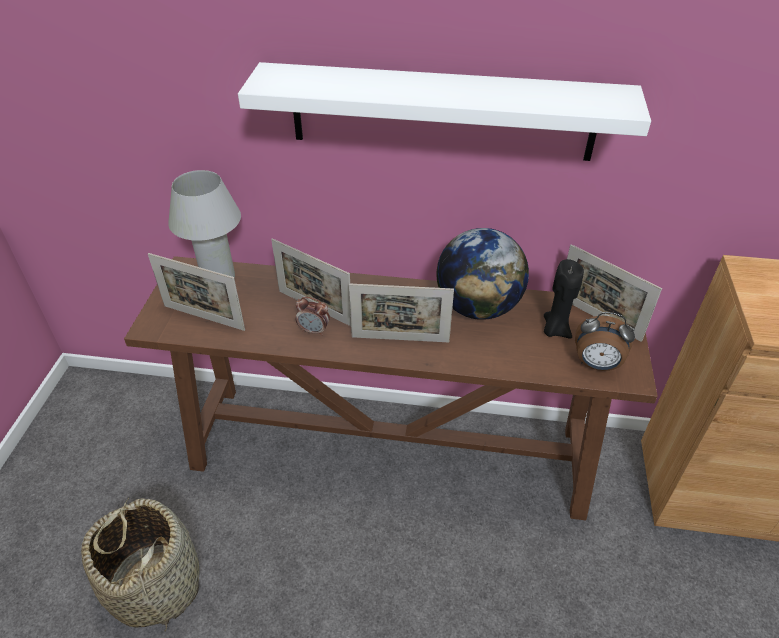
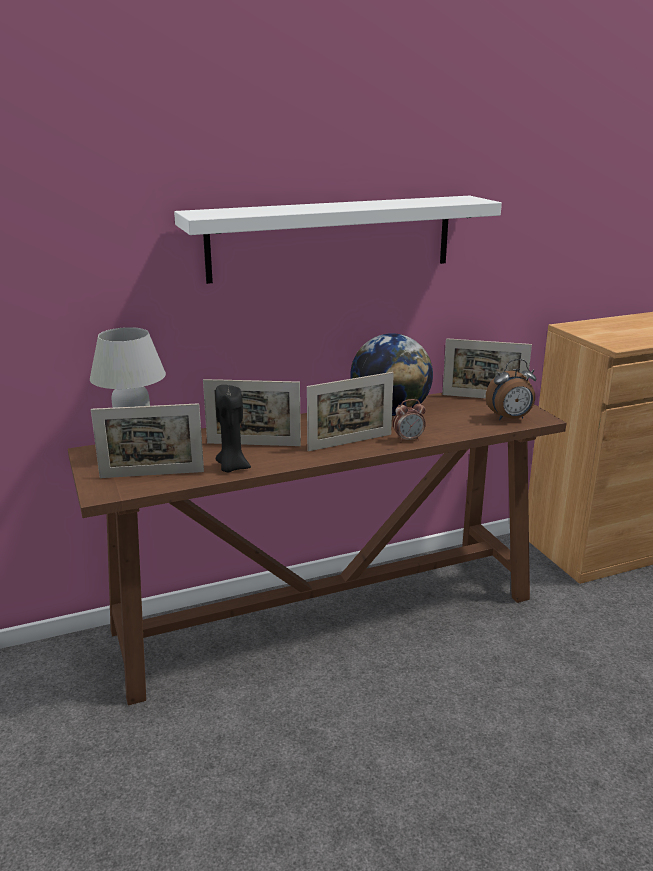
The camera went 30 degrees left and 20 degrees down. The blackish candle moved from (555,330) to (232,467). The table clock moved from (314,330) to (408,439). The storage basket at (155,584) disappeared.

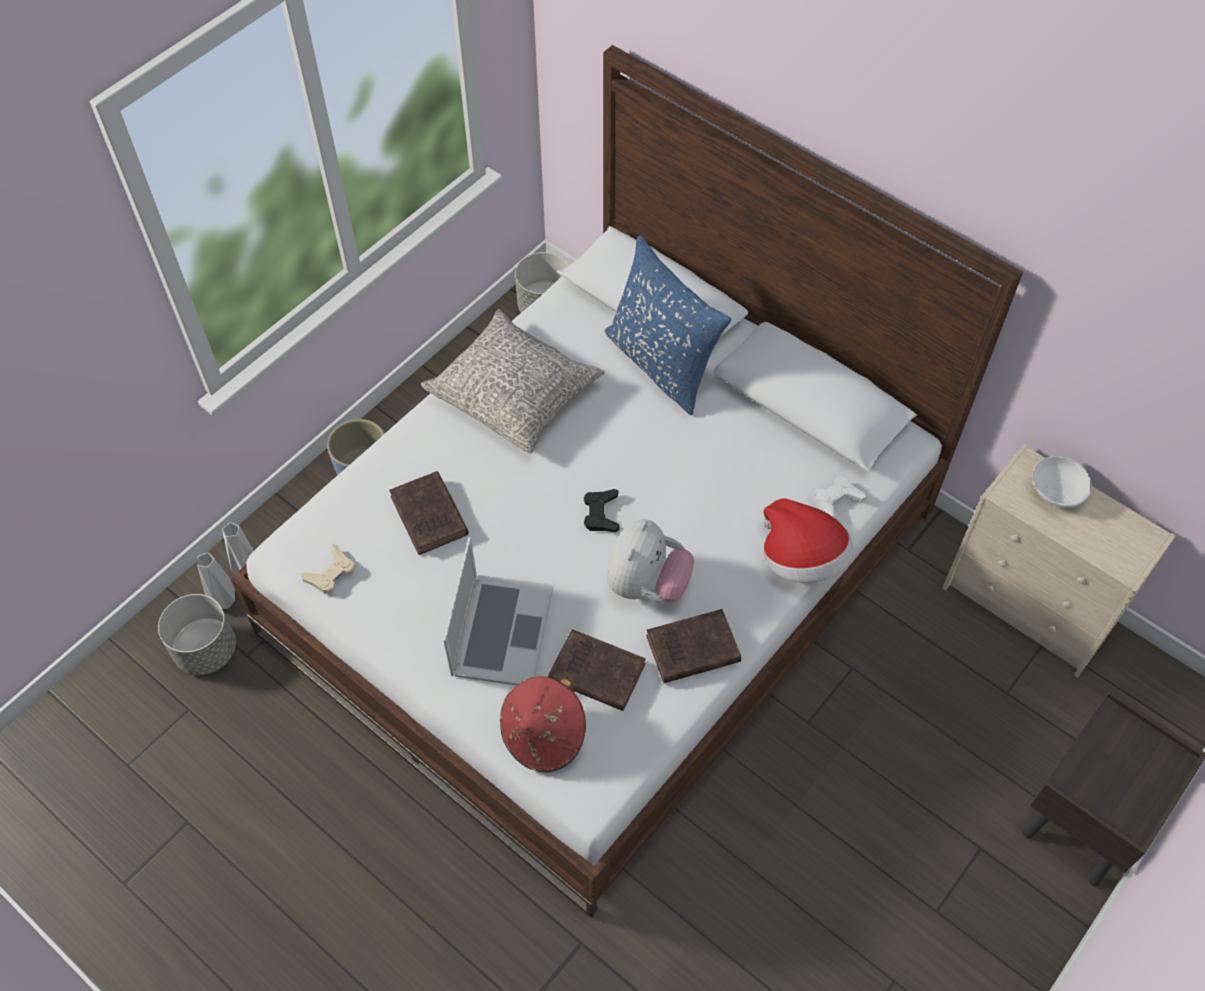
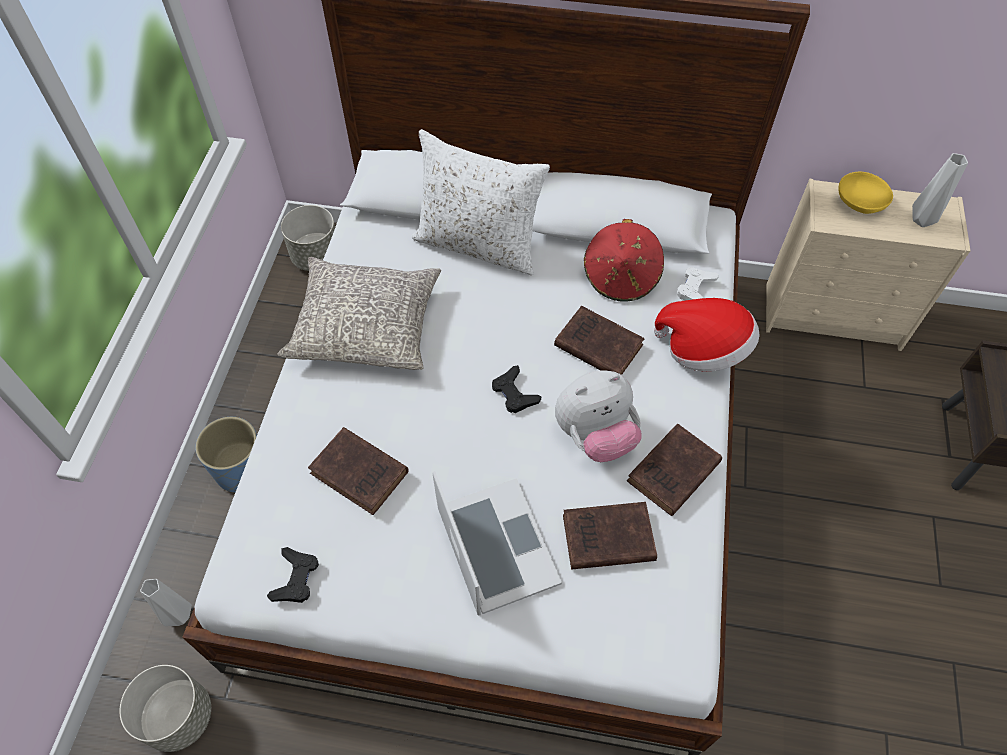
The camera went 30 degrees left and 0 degrees up. The blue cushion at (662,364) became the white cushion at (478,244). The white serving bowl at (1057,491) became the yellowish serving bowl at (859,203). The cuddly toy at (646,584) turned 75 degrees clockwise. The beige-coloured game controller at (331,573) became the blackish game controller at (295,578). The gray decorative vase moved from (223,600) to (921,221). The red-coloured clothing hat moved from (544,735) to (621,277). The brown book at (596,345) appeared.

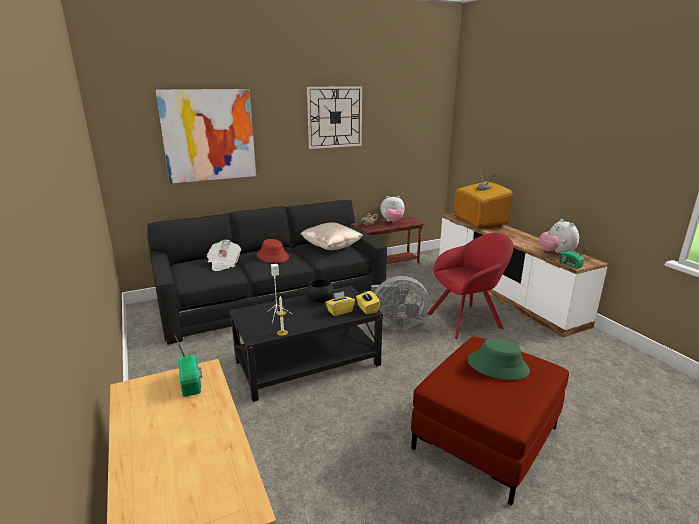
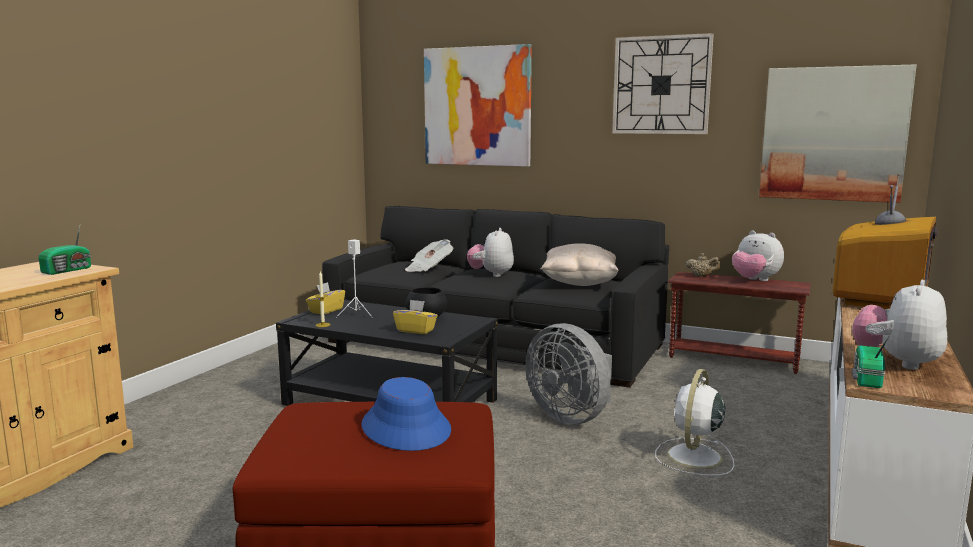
The camera went 50 degrees right and 10 degrees down. The red-coloured easy chair at (467,320) was replaced by the white cooling fan at (693,457). The red-coloured clothing hat at (273,256) was replaced by the cuddly toy at (491,274). The yellowish box of tissues moved from (367,309) to (326,310). The green clothing hat at (497,365) became the blue clothing hat at (406,428). The wall picture at (833,134) appeared.

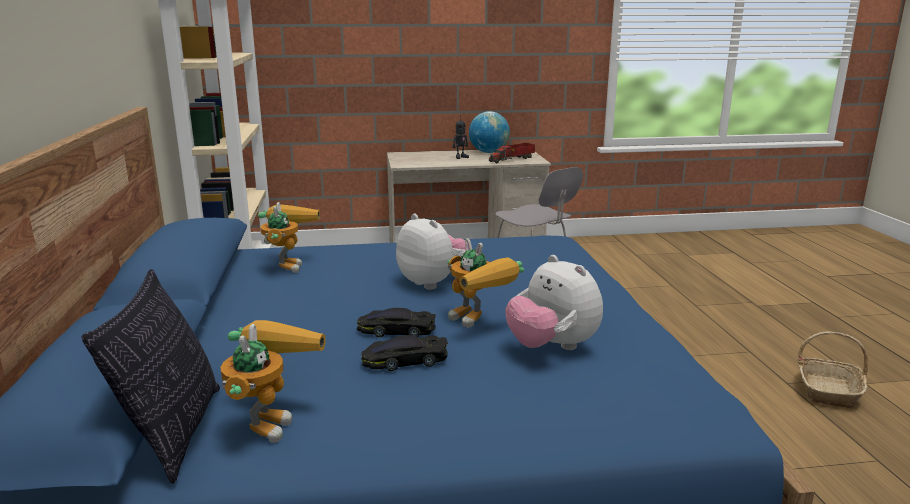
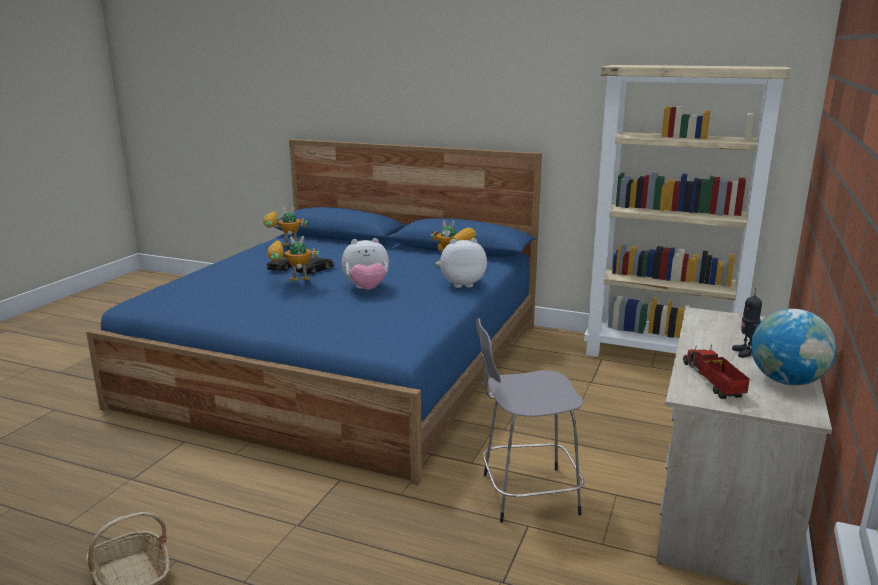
The camera went 120 degrees right and 0 degrees up. The cuddly toy moved from (552,347) to (462,284). The cushion at (174,433) disappeared. The robot figure at (270,418) turned 135 degrees clockwise.

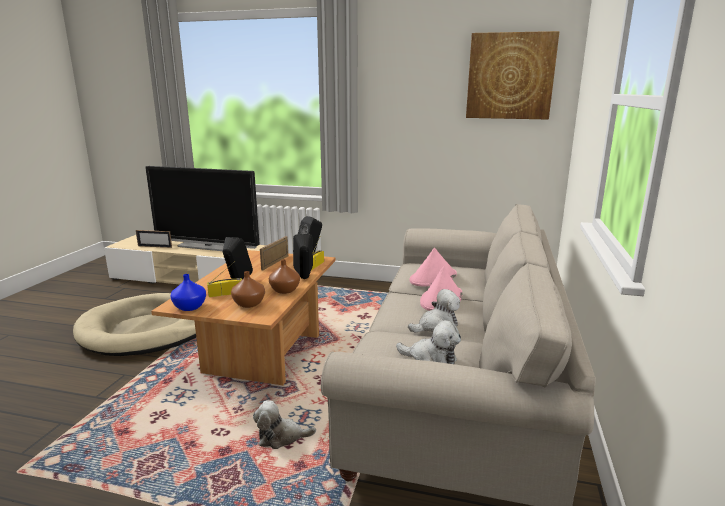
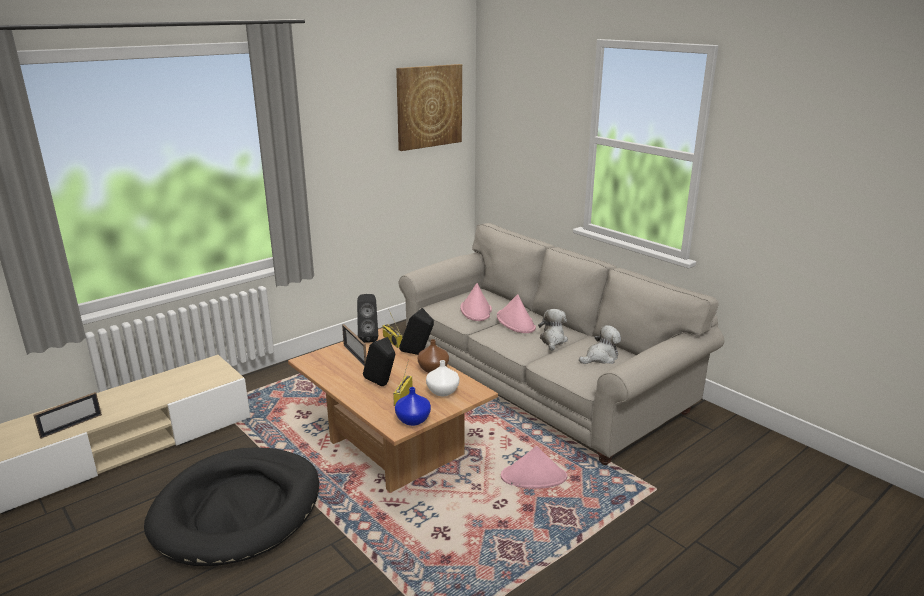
The camera went 55 degrees left and 5 degrees up. The television at (208,246) disappeared. The brown decorative vase at (249,303) became the white decorative vase at (442,391). The beige-coloured dog bed at (147,329) became the blackish dog bed at (238,509). The cuddly toy at (281,437) was replaced by the pink clothing hat at (534,477).

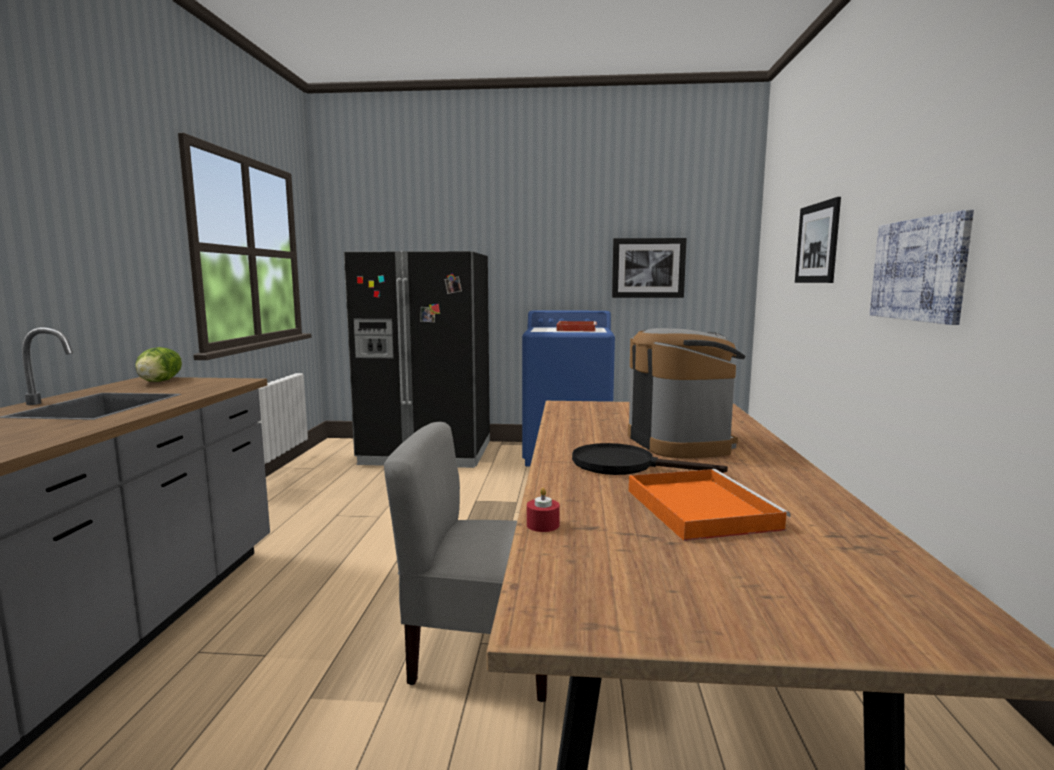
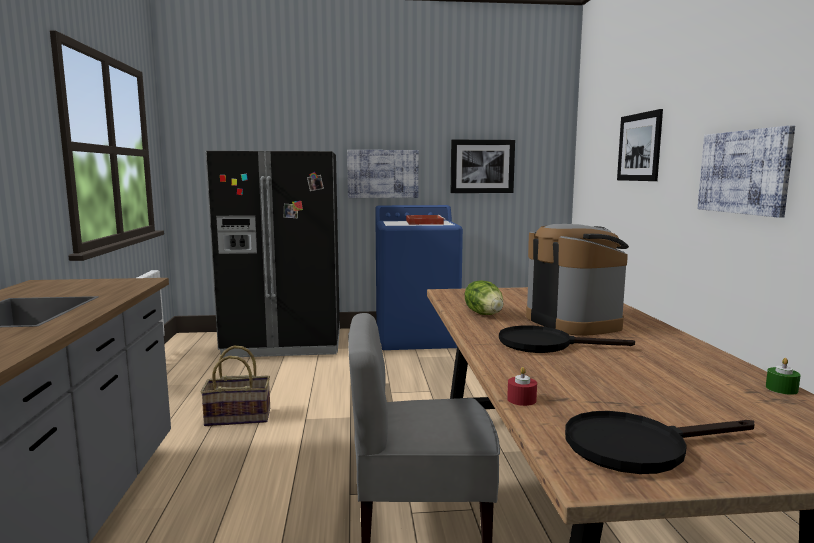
The camera went 10 degrees left and 0 degrees up. The lettuce moved from (160,381) to (484,314). The orangey tray at (698,508) disappeared. The wall picture at (383,174) appeared. The storage basket at (238,417) appeared. The green candle at (781,389) appeared. The blackish skillet at (638,446) appeared.

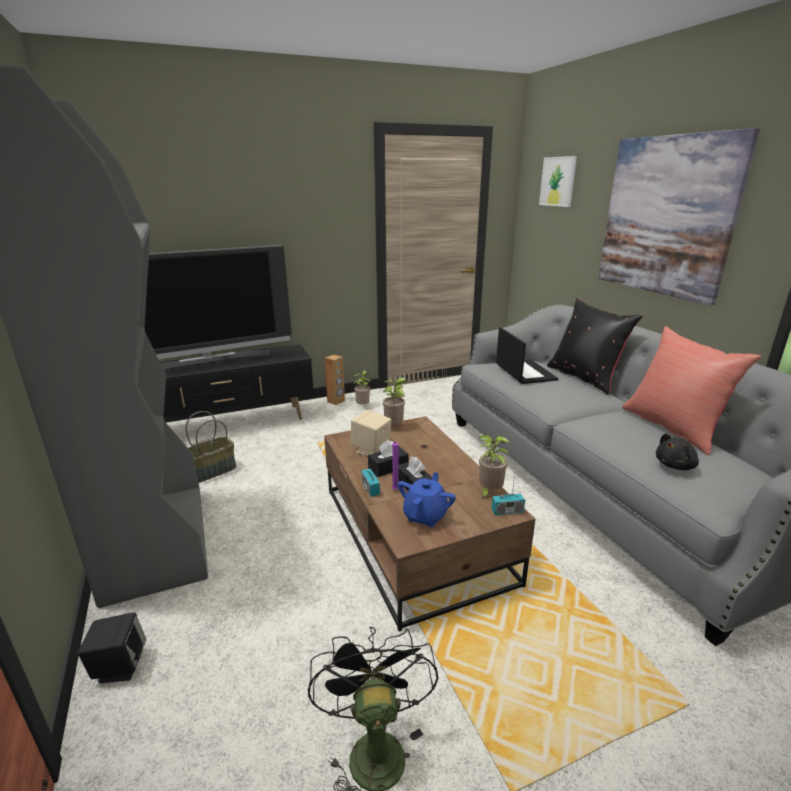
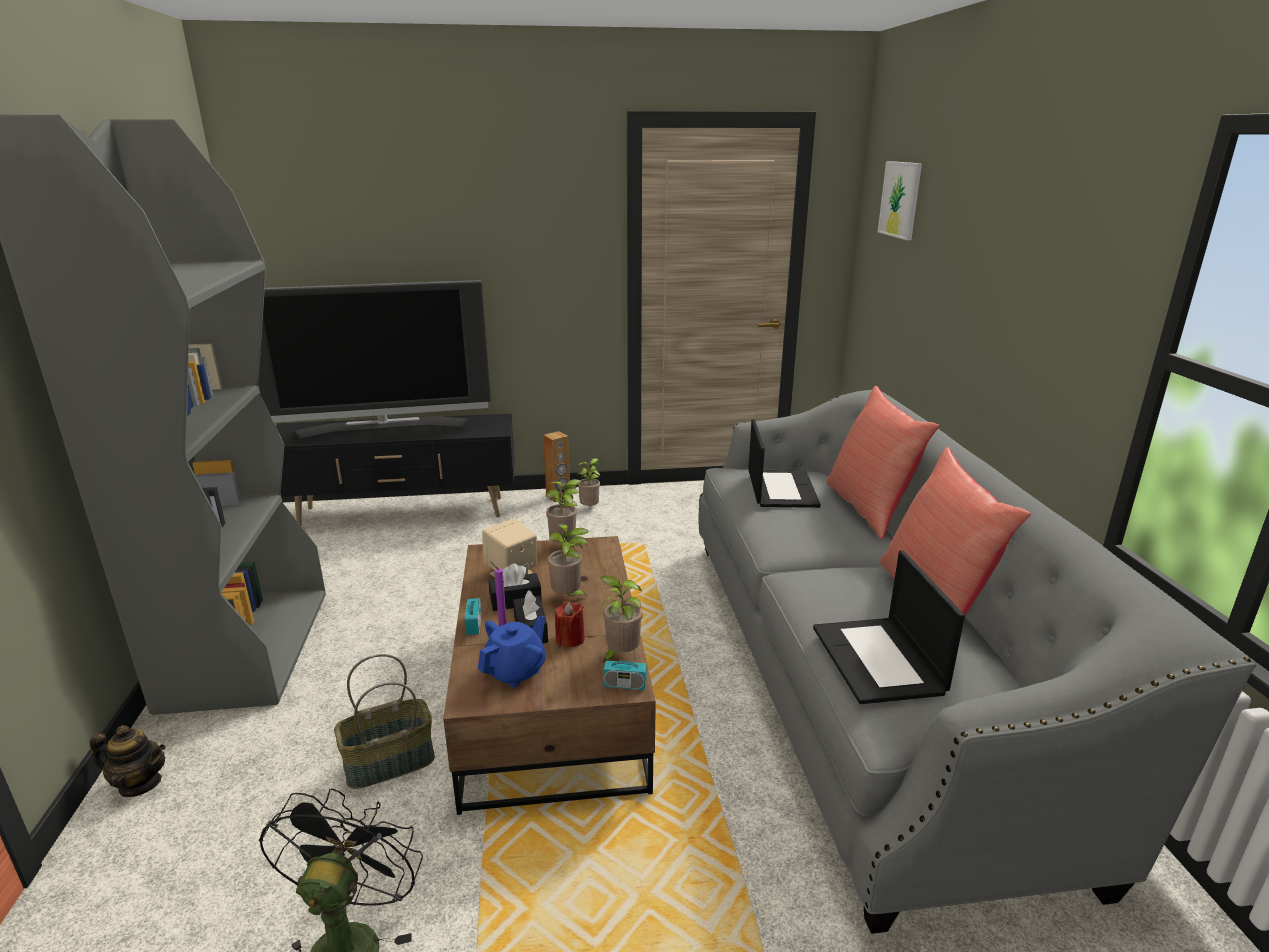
The camera went 15 degrees right and 0 degrees up. The wall picture at (666,216) disappeared. The blackish cushion at (585,378) became the red-coloured cushion at (869,508). The storage basket moved from (211,472) to (389,764). The blackish cuddly toy at (676,465) was replaced by the notebook computer at (879,660). The blackish audio speaker at (120,666) was replaced by the tea pot at (140,784). The potted plant at (568,597) appeared. The red-coloured candle at (570,639) appeared.

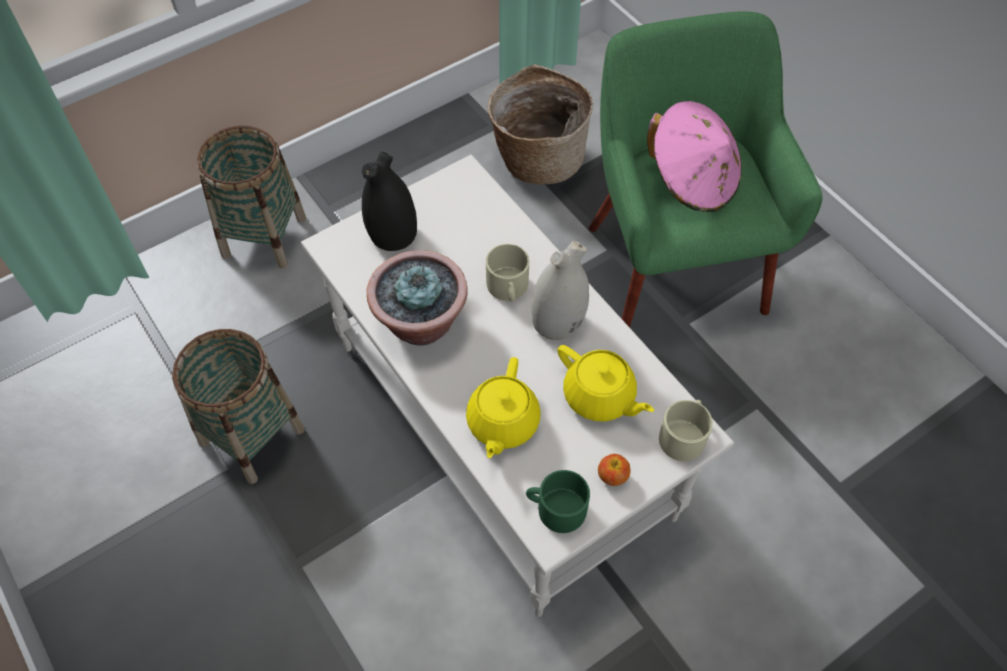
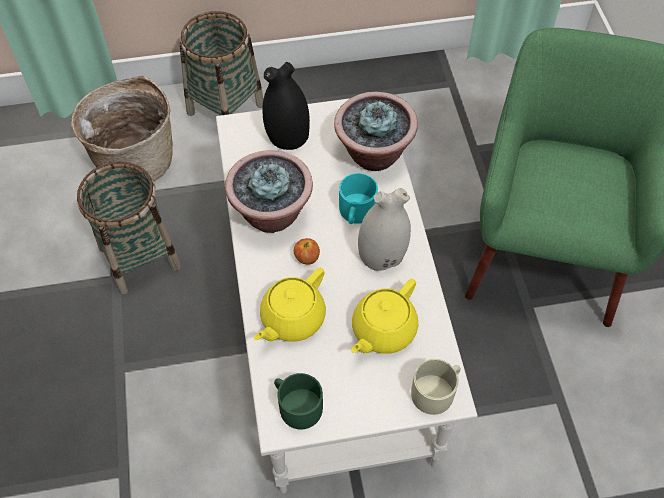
The camera went 25 degrees right and 0 degrees up. The storage basket moved from (537,158) to (135,158). The pink clothing hat at (692,180) disappeared. The beige-coloured tea mug at (508,288) became the blue-green tea mug at (356,212). The yellowish tea pot at (600,397) turned 60 degrees clockwise. The apple fruit moved from (612,476) to (307,258). The potted plant at (373,154) appeared.

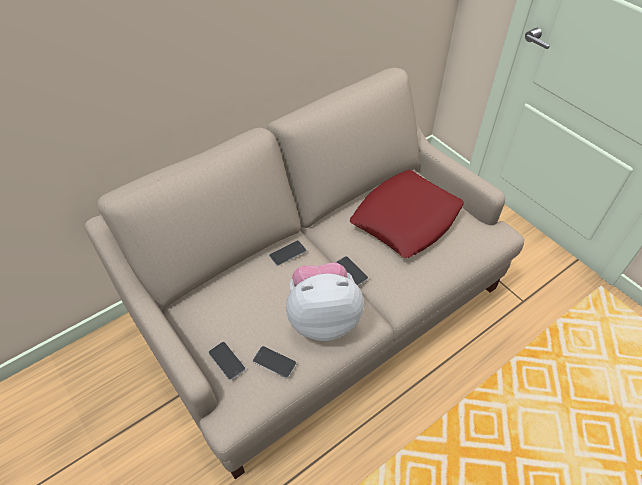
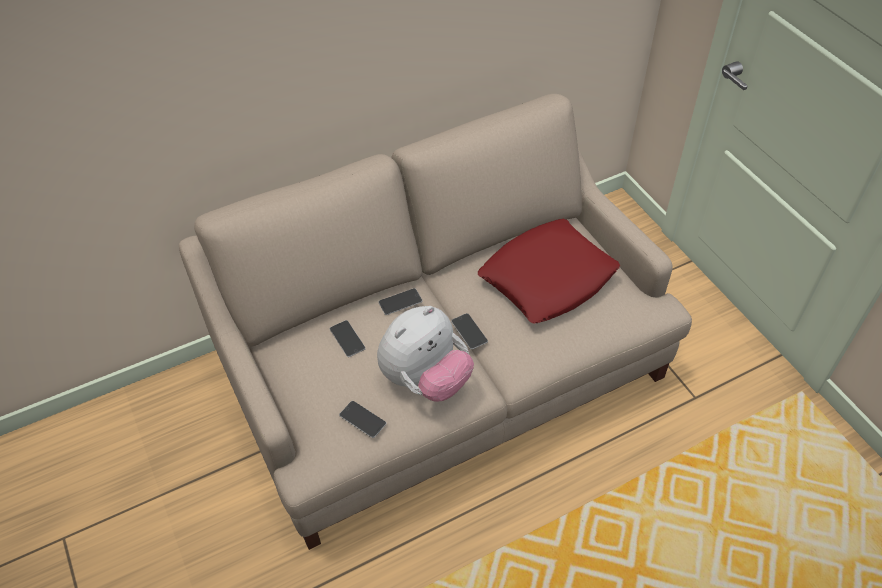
The camera went 10 degrees right and 0 degrees up. The cuddly toy at (323,318) turned 135 degrees clockwise. The telephone moved from (226,360) to (347,338).

